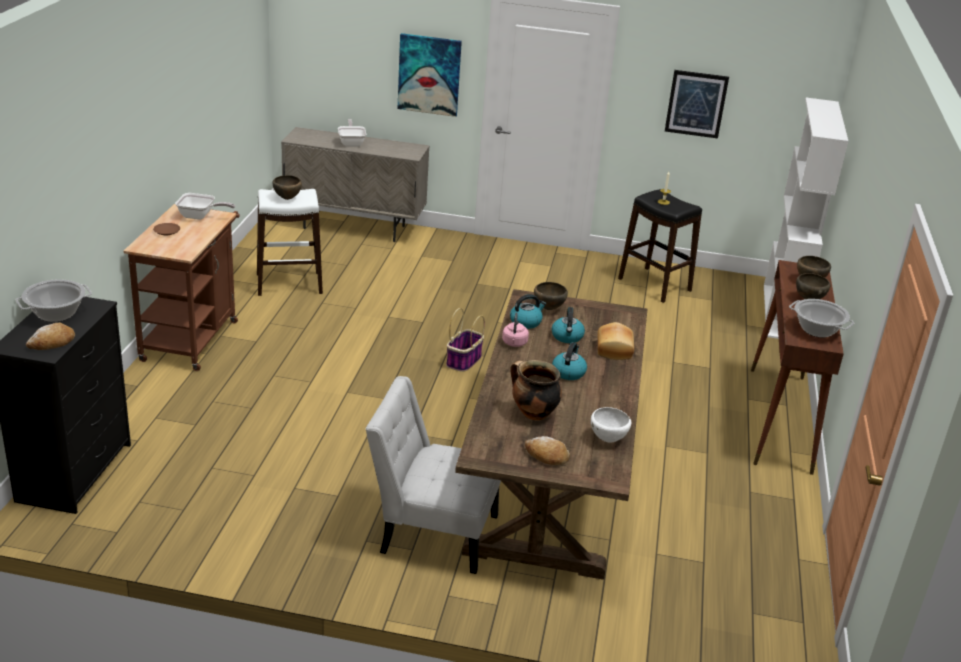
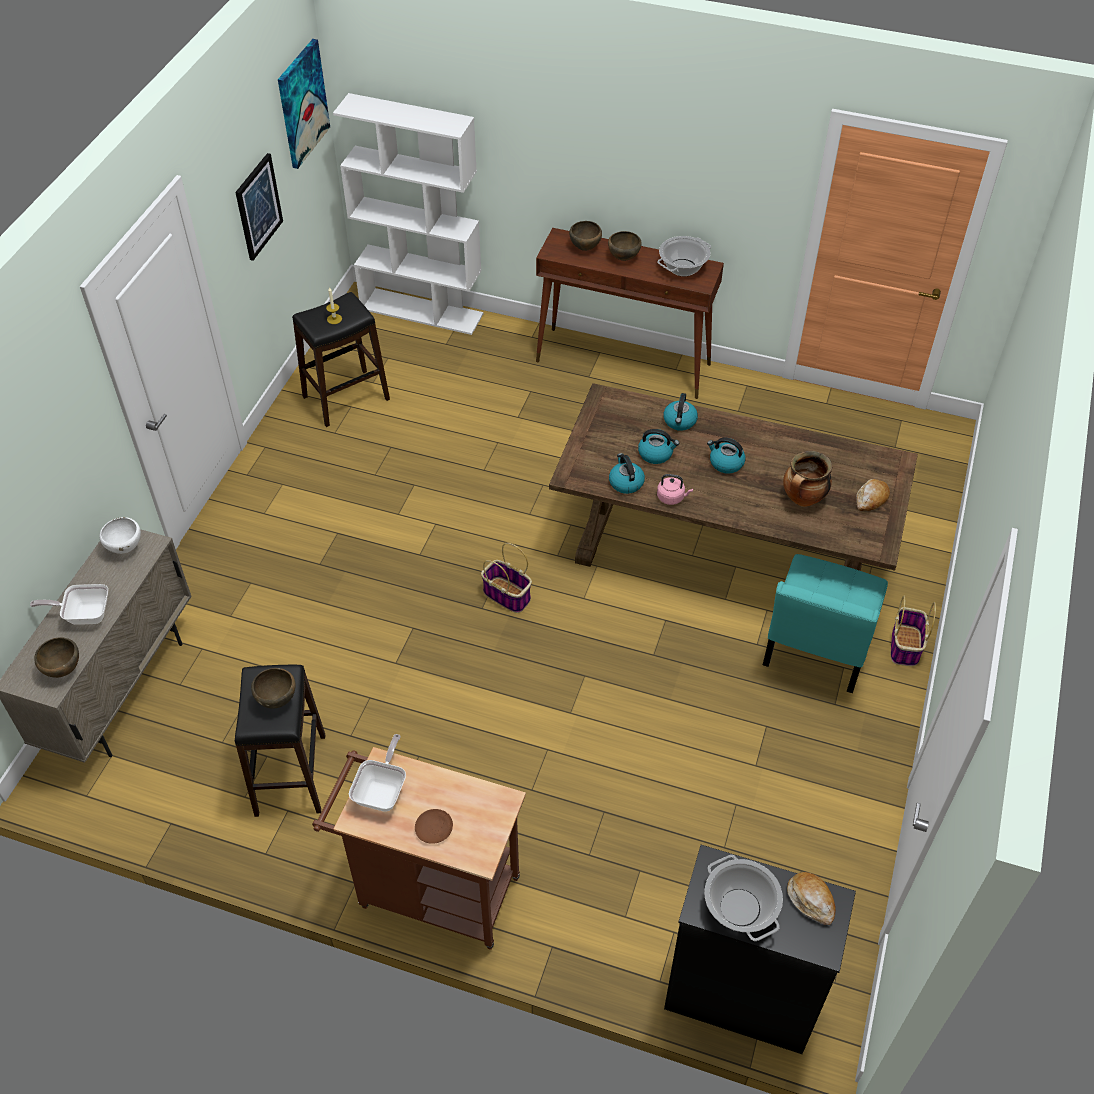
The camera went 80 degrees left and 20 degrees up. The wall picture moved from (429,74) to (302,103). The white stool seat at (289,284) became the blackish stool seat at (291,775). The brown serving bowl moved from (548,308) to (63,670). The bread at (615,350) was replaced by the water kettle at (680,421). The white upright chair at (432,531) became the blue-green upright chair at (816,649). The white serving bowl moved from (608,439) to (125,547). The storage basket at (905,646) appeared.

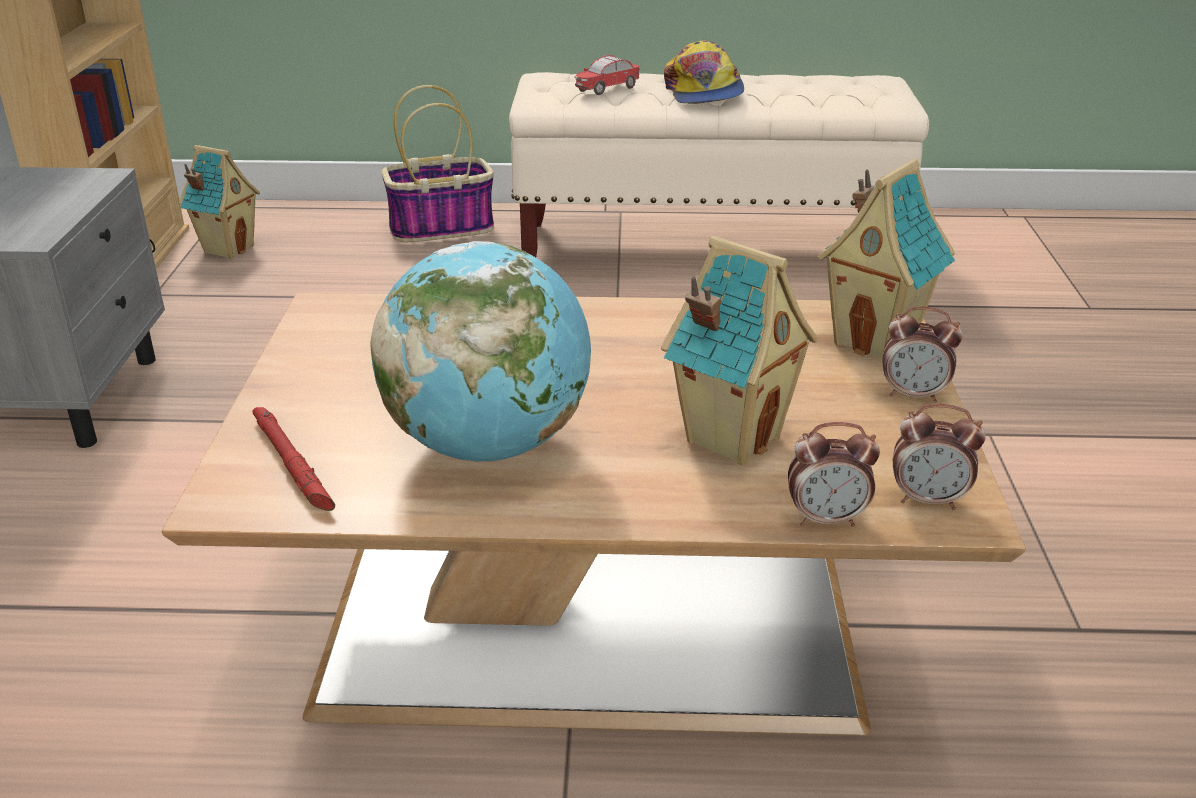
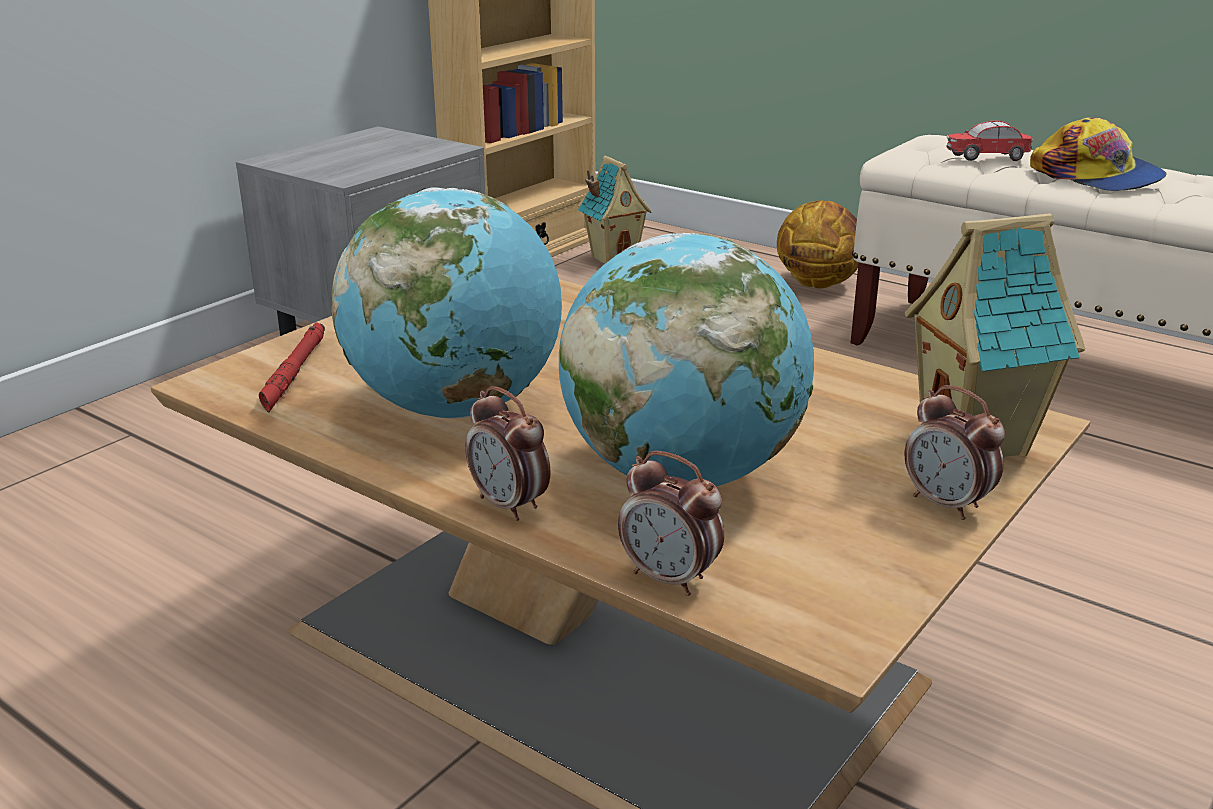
The camera went 35 degrees right and 5 degrees down. The cap at (703,92) turned 60 degrees counterclockwise. The storage basket at (442,227) was replaced by the ball for basketball at (818,284). The model house at (731,437) was replaced by the desk globe at (682,475). The table clock moved from (928,500) to (509,505).

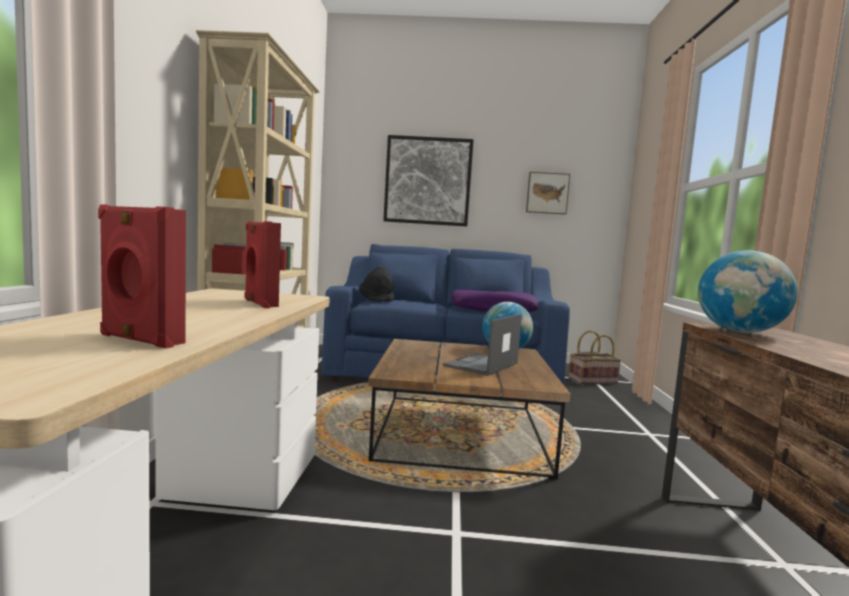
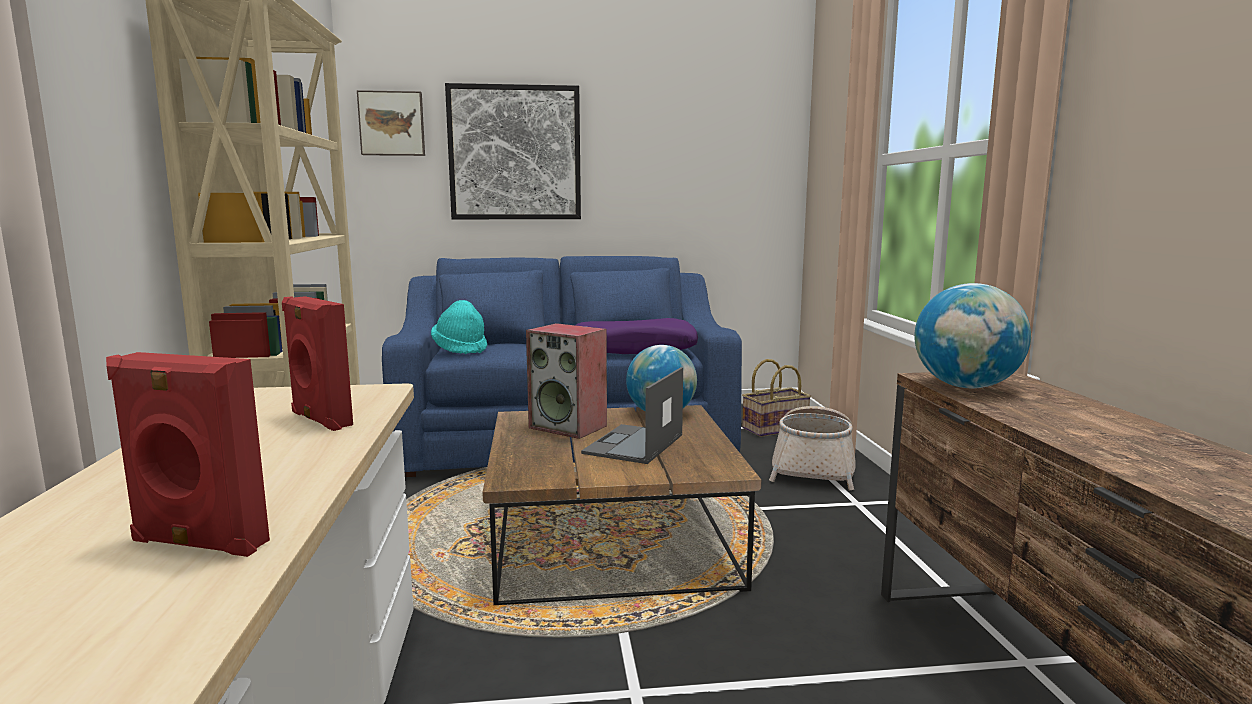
The camera went 10 degrees left and 5 degrees up. The wall picture moved from (547,193) to (392,124). The blackish clothing hat at (377,299) became the blue-green clothing hat at (460,349). The audio speaker at (569,427) appeared. The storage basket at (814,468) appeared.

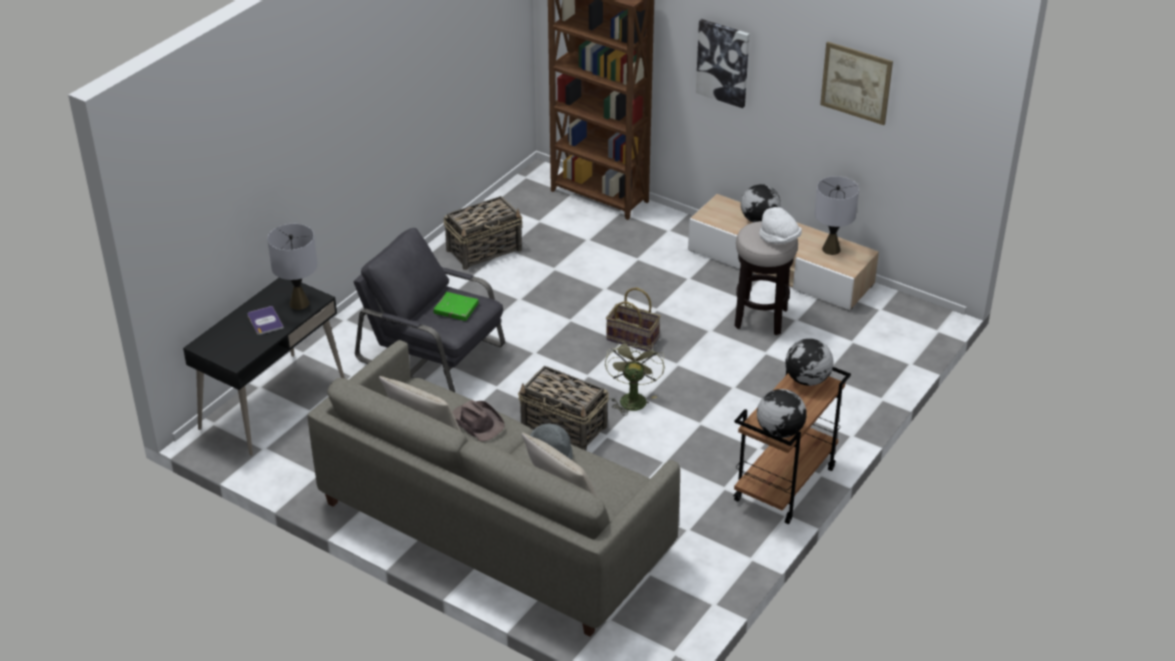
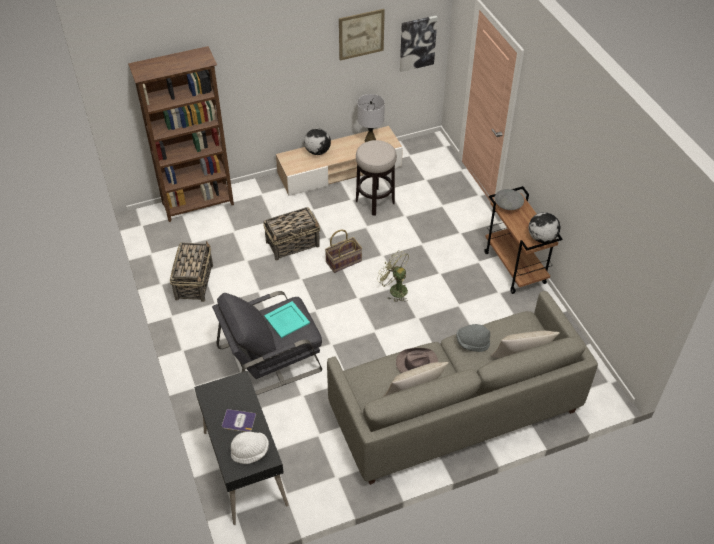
The camera went 55 degrees left and 10 degrees up. The wall picture moved from (723,62) to (417,43). The white clothing hat moved from (779,239) to (250,452). The gray table lamp at (299,303) disappeared. The green book at (456,309) was replaced by the blue-green tray at (286,319). The desk globe at (807,380) was replaced by the gray serving bowl at (508,205). The storage basket moved from (564,427) to (293,244).

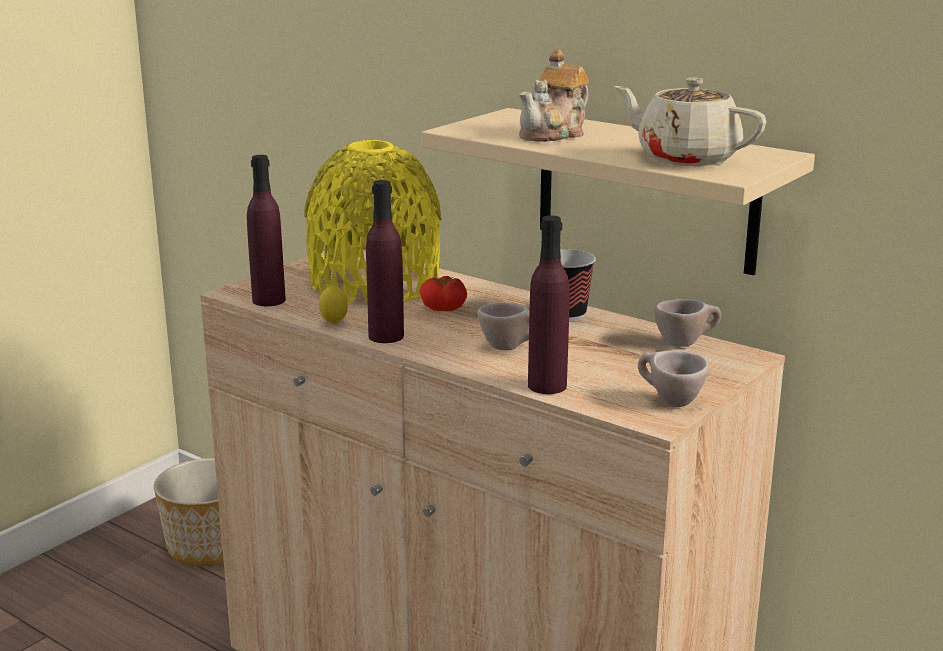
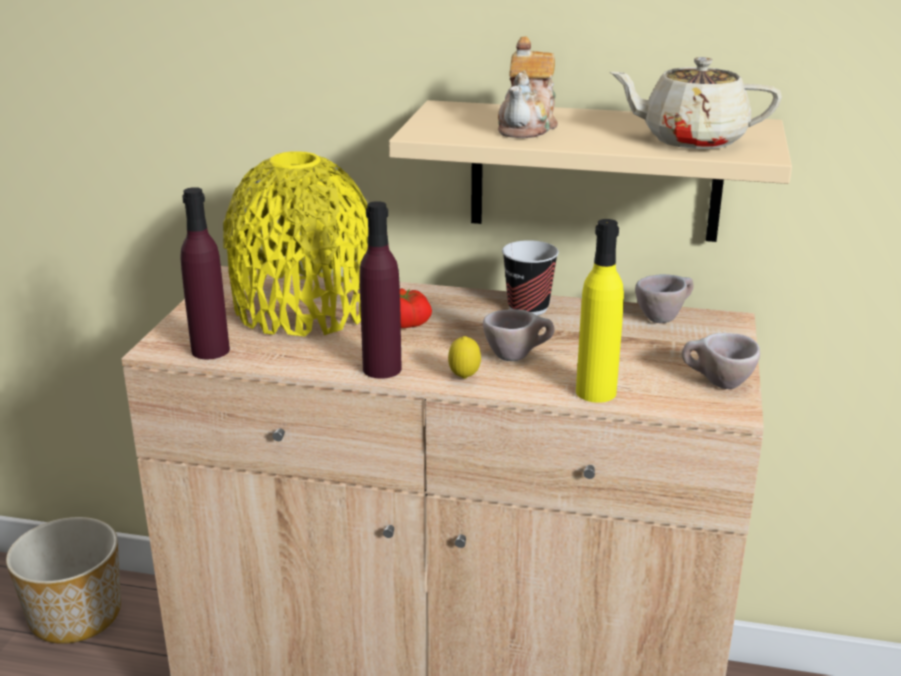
The camera went 25 degrees left and 5 degrees up. The purple bottle at (547,386) became the yellowish bottle at (596,392). The whole lemon moved from (334,324) to (464,378).

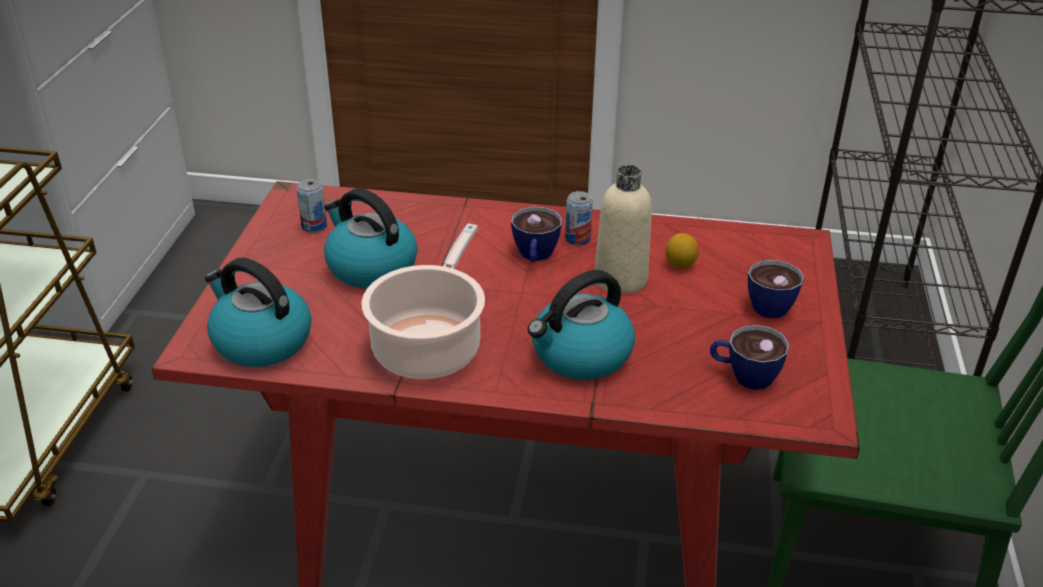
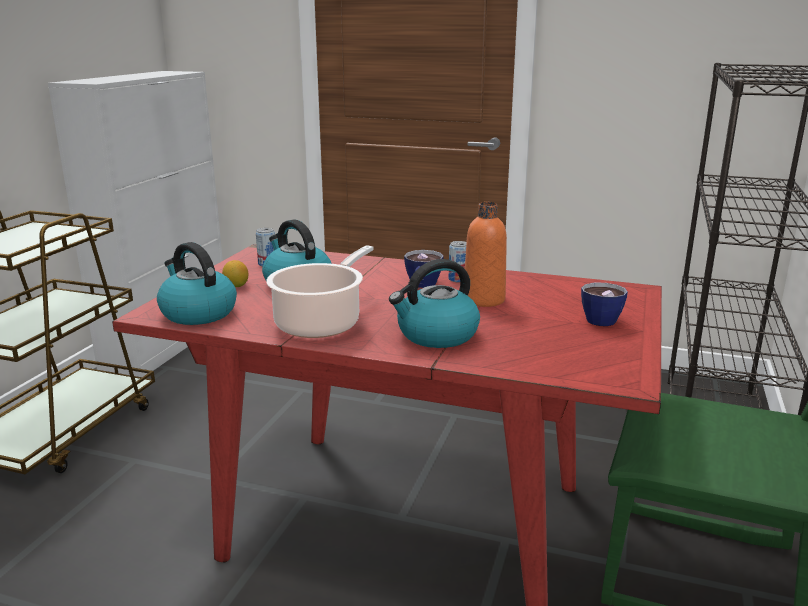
The camera went 10 degrees right and 15 degrees down. The beige-coloured bottle at (620,279) became the orangey bottle at (484,300). The whole lemon moved from (680,264) to (236,286). The cup at (743,375) disappeared.

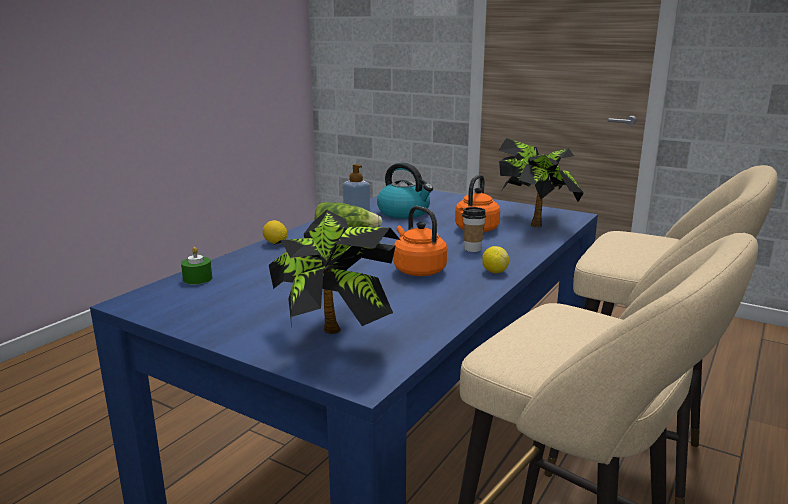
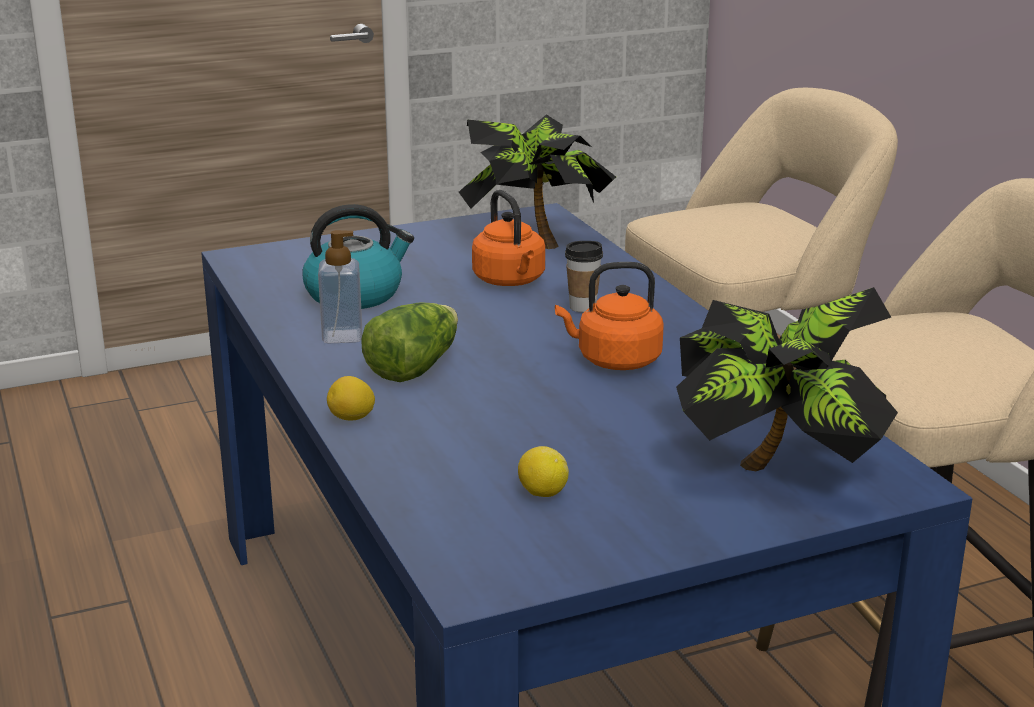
The camera went 55 degrees left and 5 degrees up. The whole lemon moved from (494,272) to (542,493). The green candle at (197,279) disappeared.

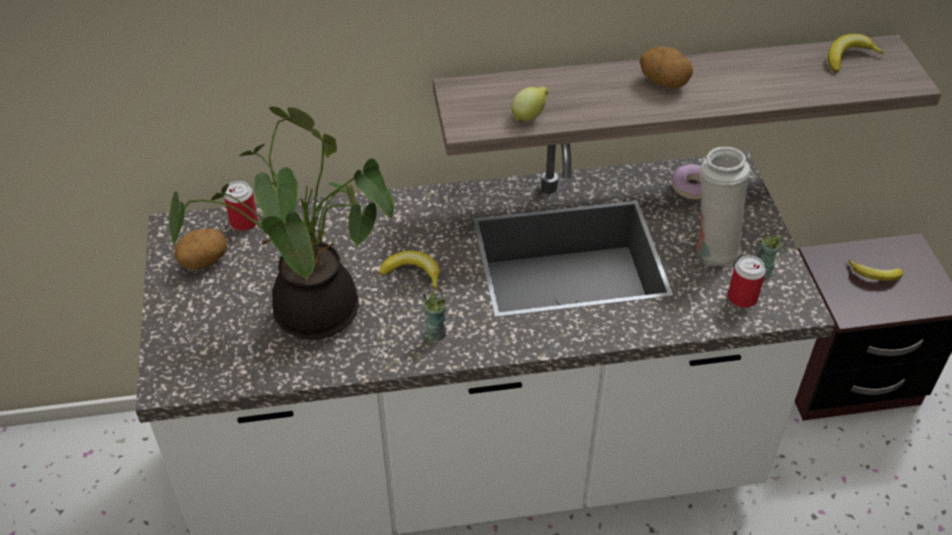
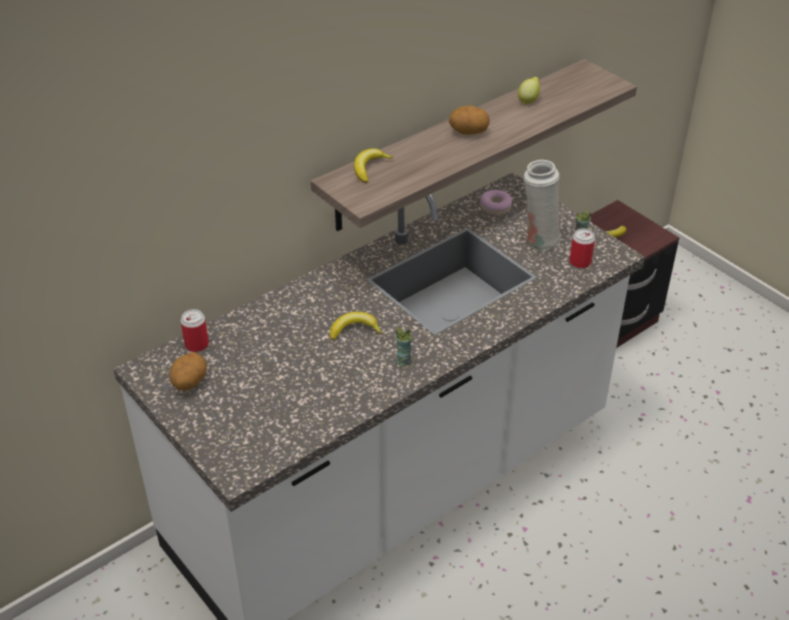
The camera went 30 degrees left and 5 degrees down. The banana fruit moved from (848,57) to (369,168). The whole lemon moved from (529,116) to (528,100). The potted plant at (310,315) disappeared.

